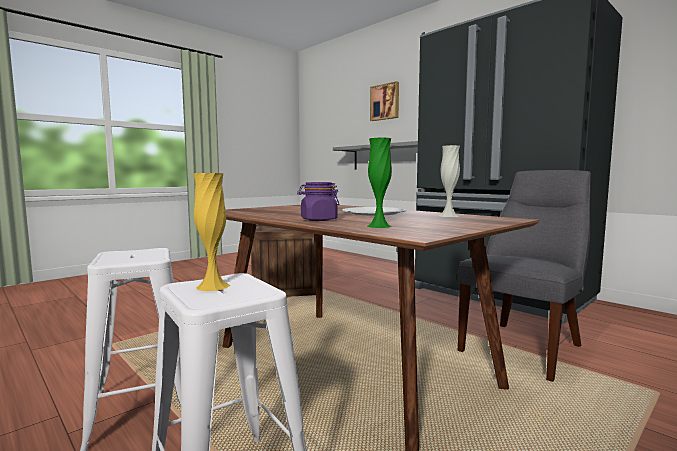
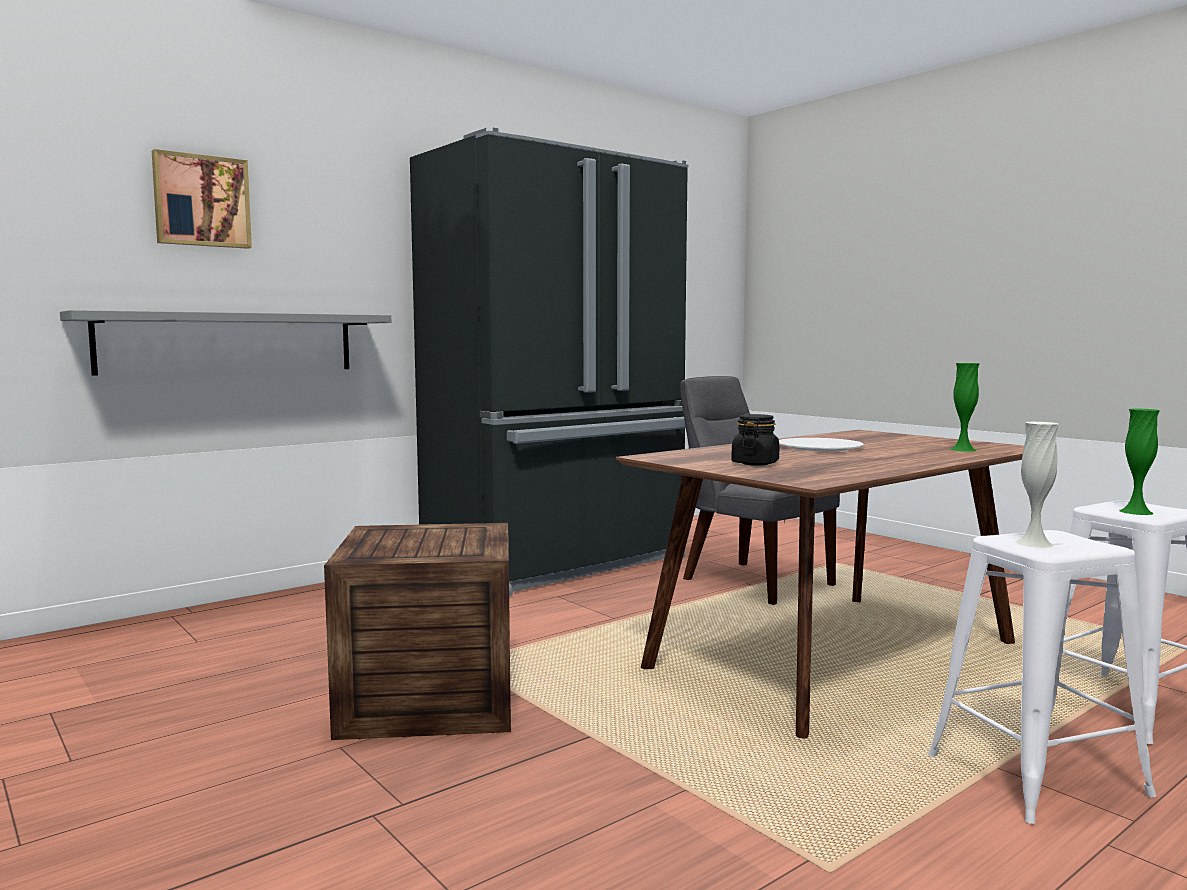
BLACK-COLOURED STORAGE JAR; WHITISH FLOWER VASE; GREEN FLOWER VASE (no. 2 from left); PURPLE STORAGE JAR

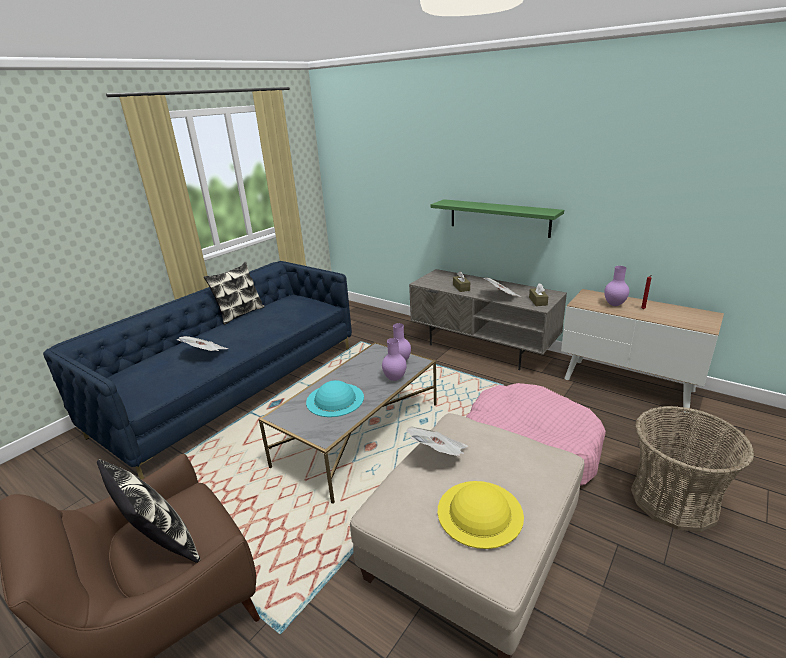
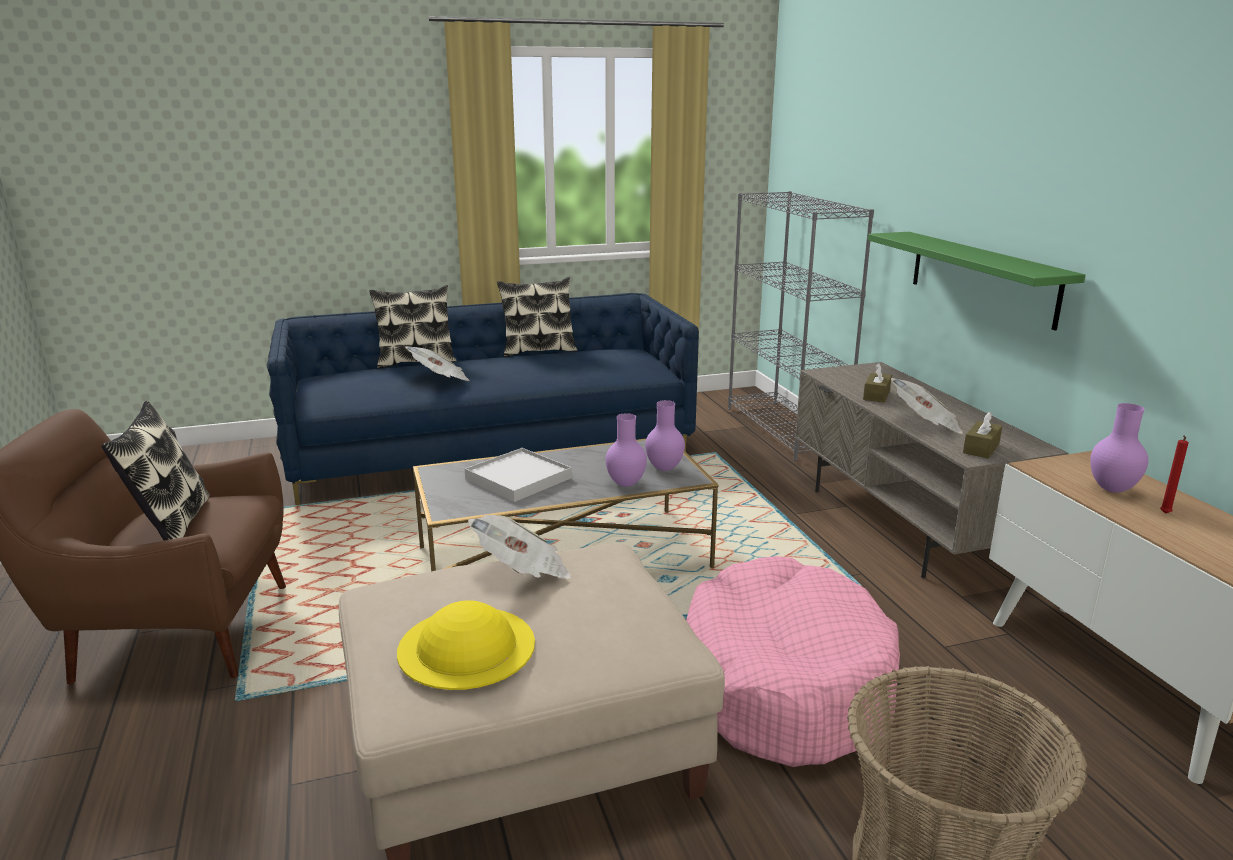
PILLOW (no. 2 from left); WHITISH TRAY; GREYISH SHELVING UNIT

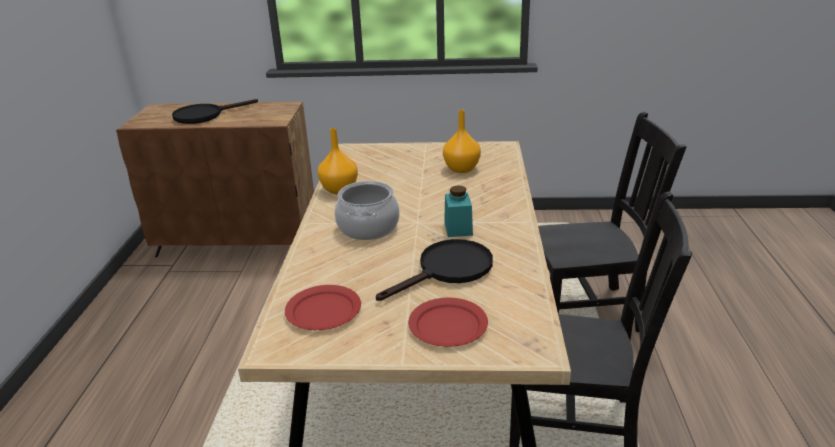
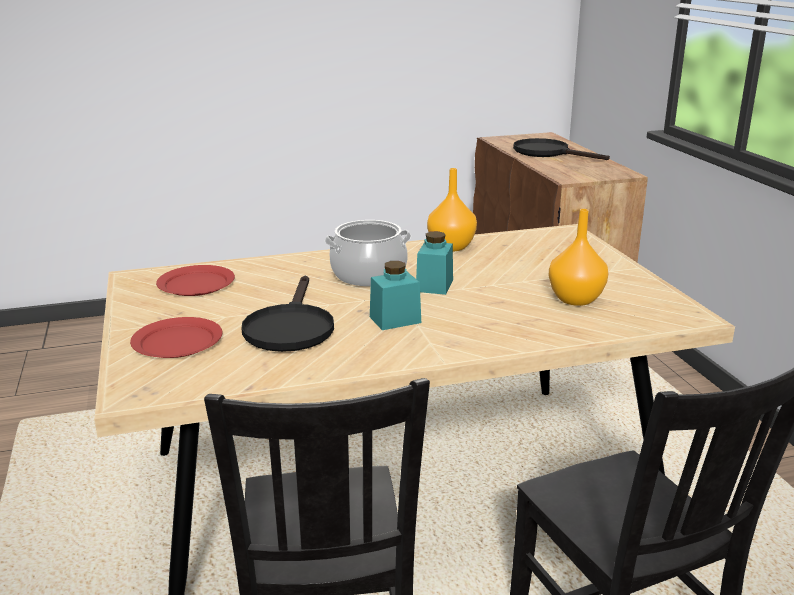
BLACK-COLOURED SKILLET (no. 1 from left); TURQUOISE-COLOURED STORAGE JAR (no. 2 from left)

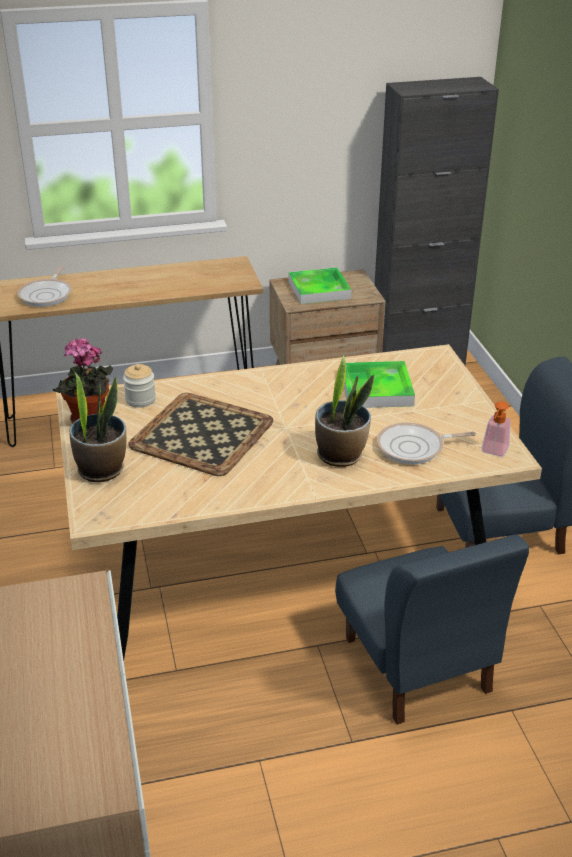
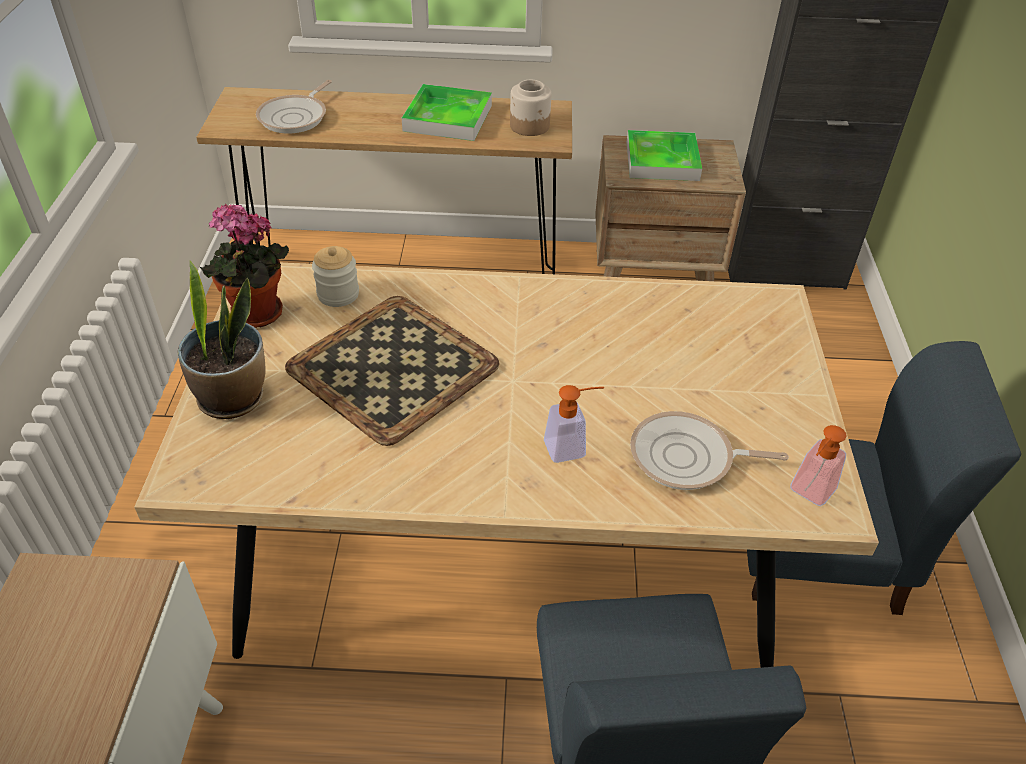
TRAY (no. 2 from left); STORAGE JAR (no. 2 from left); SOAP DISPENSER (no. 1 from left)

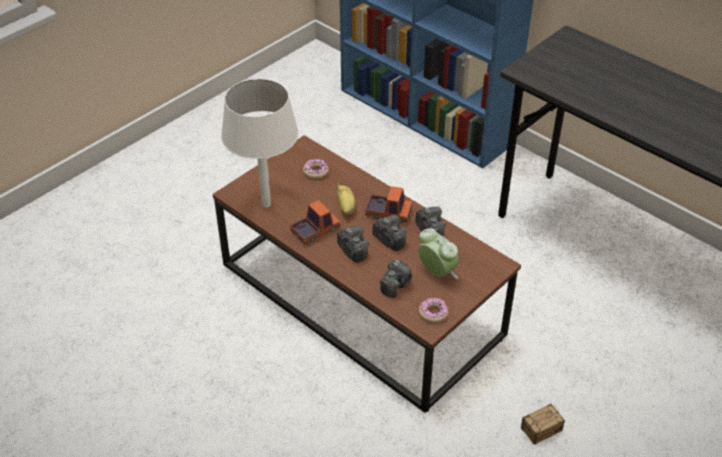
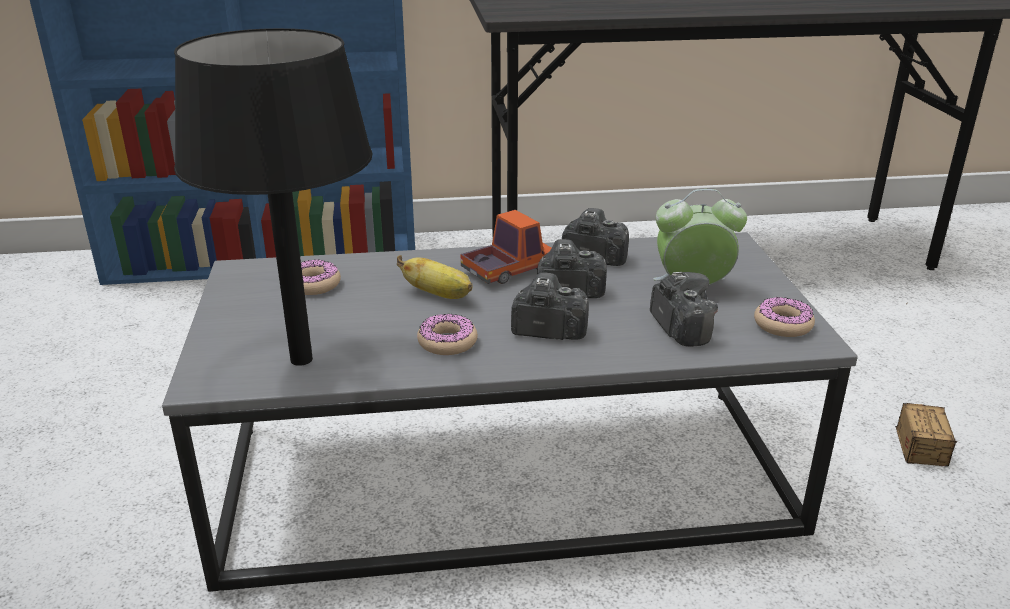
GREYISH COFFEE TABLE; BLACK-COLOURED TABLETOP LAMP; DOUGHNUT (no. 2 from left)

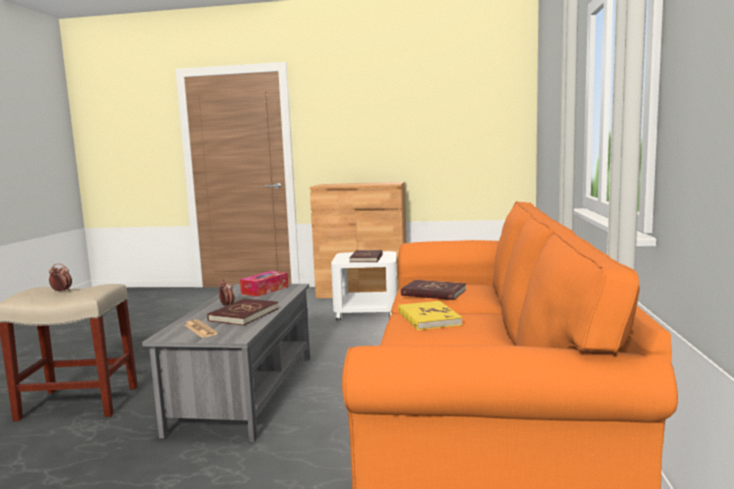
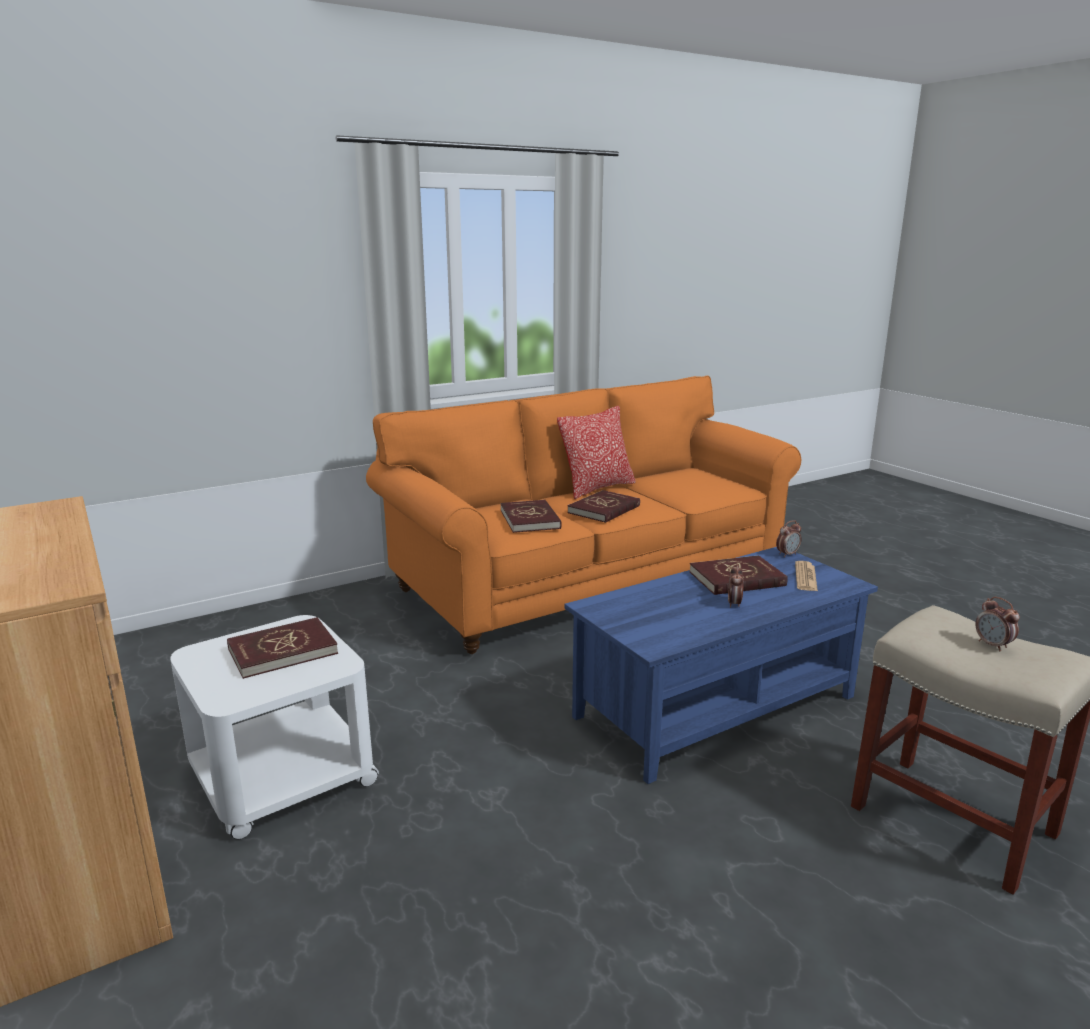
PILLOW; BLUISH COFFEE TABLE; REDDISH BOOK (no. 3 from left); BEDSIDE CLOCK (no. 2 from left); BOX OF TISSUES

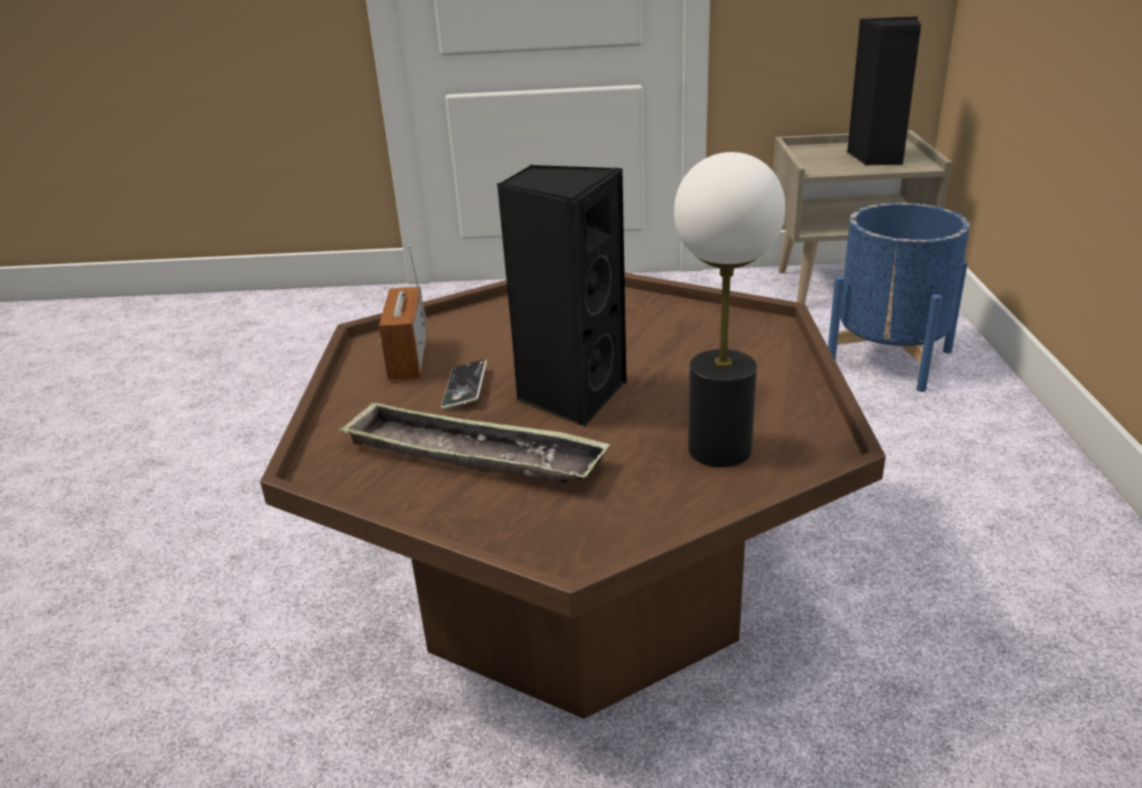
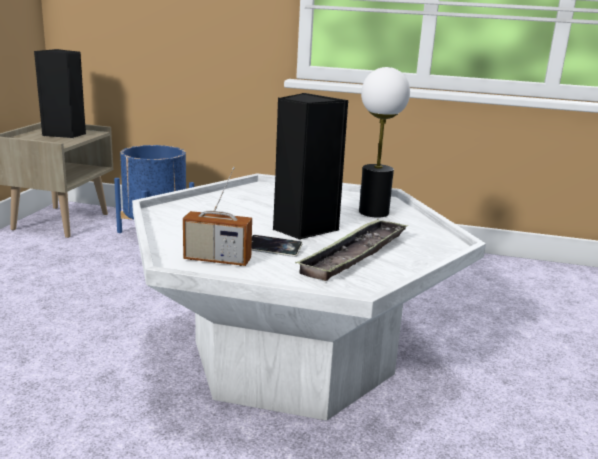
WHITISH COFFEE TABLE

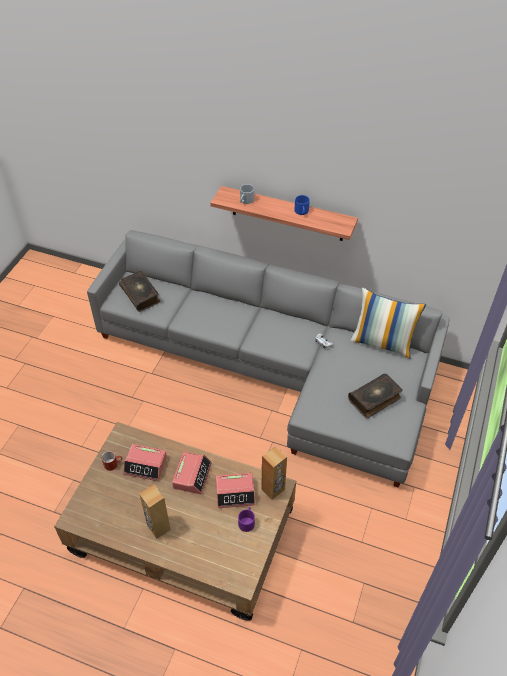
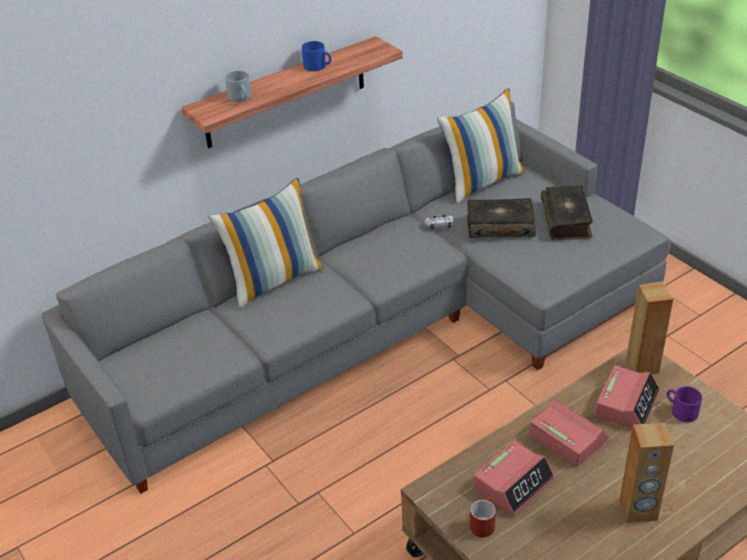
PILLOW (no. 1 from left); BOOK (no. 1 from left)

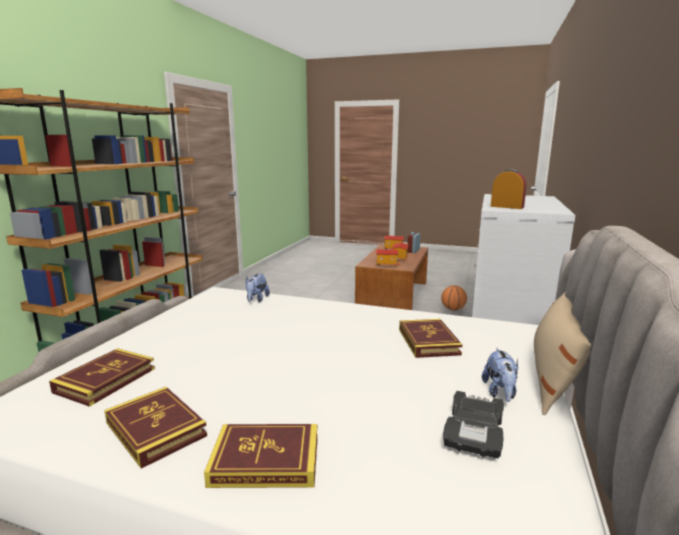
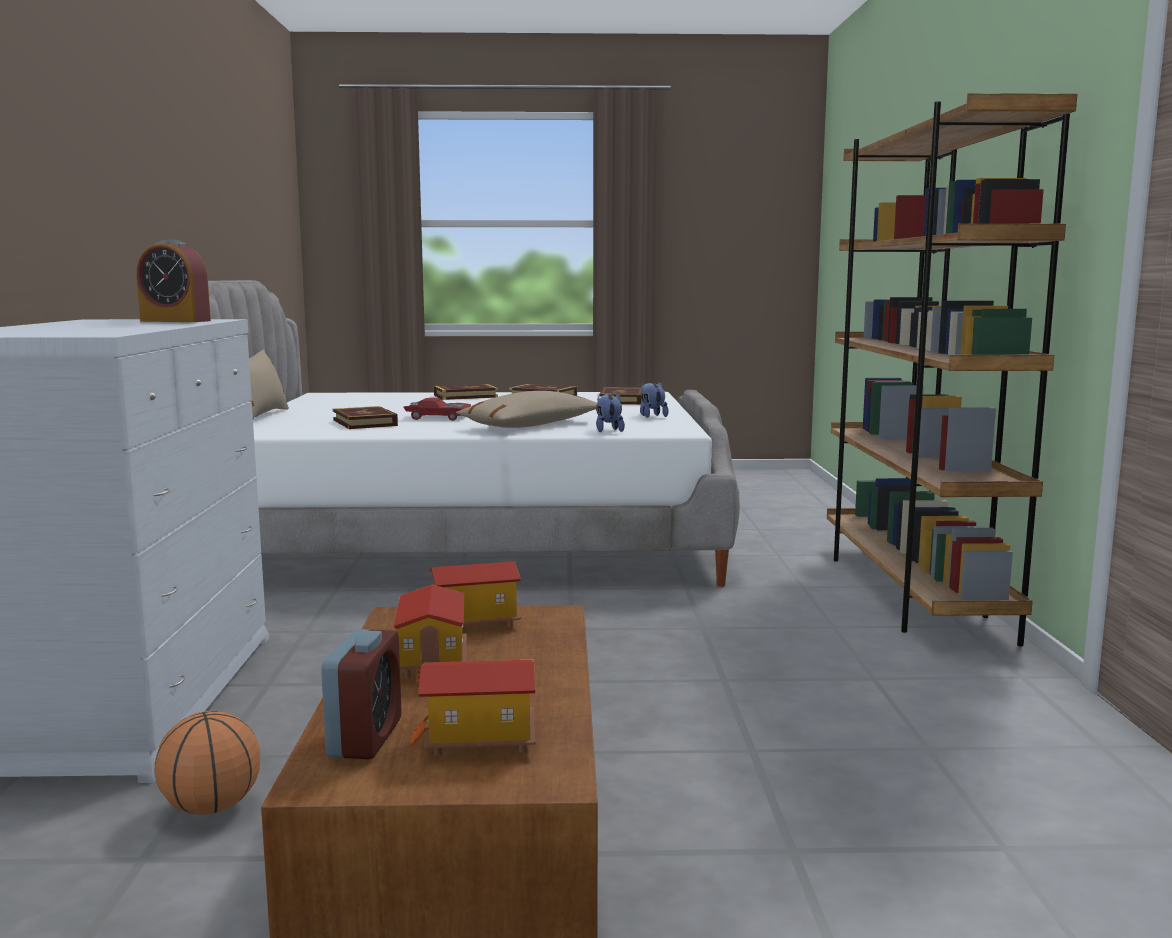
REDDISH TOY CAR; BEIGE PILLOW (no. 2 from left); PLUSH TOY (no. 2 from left); BLACK-COLOURED TOY CAR

